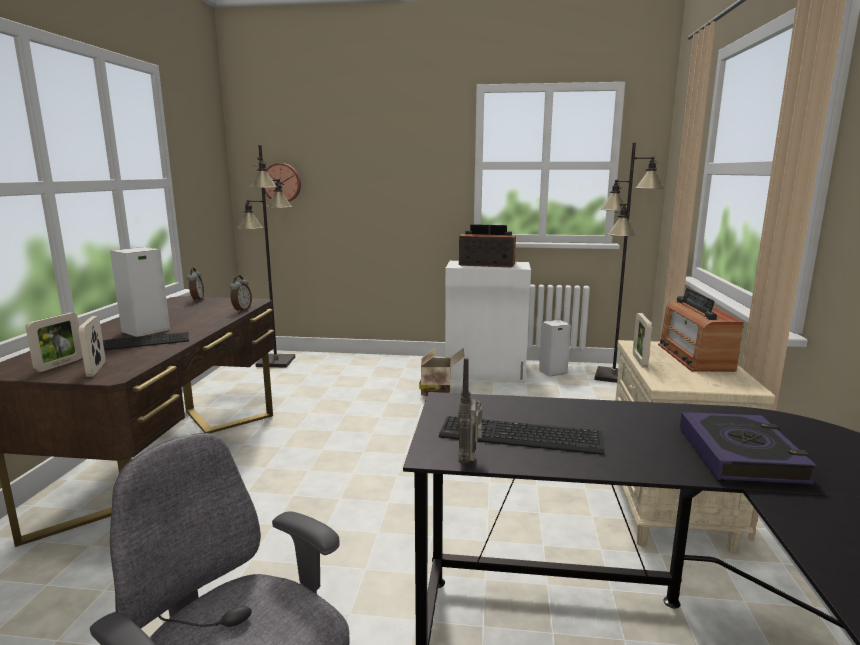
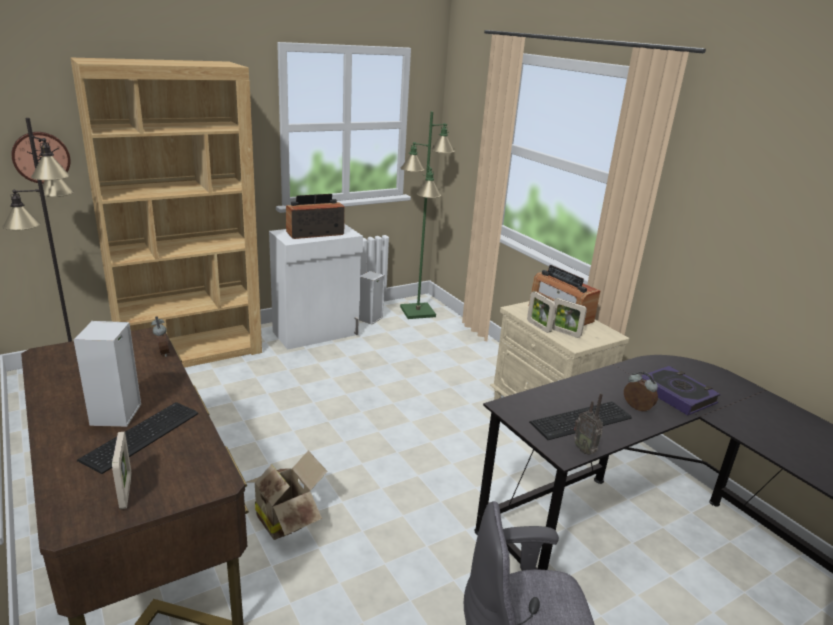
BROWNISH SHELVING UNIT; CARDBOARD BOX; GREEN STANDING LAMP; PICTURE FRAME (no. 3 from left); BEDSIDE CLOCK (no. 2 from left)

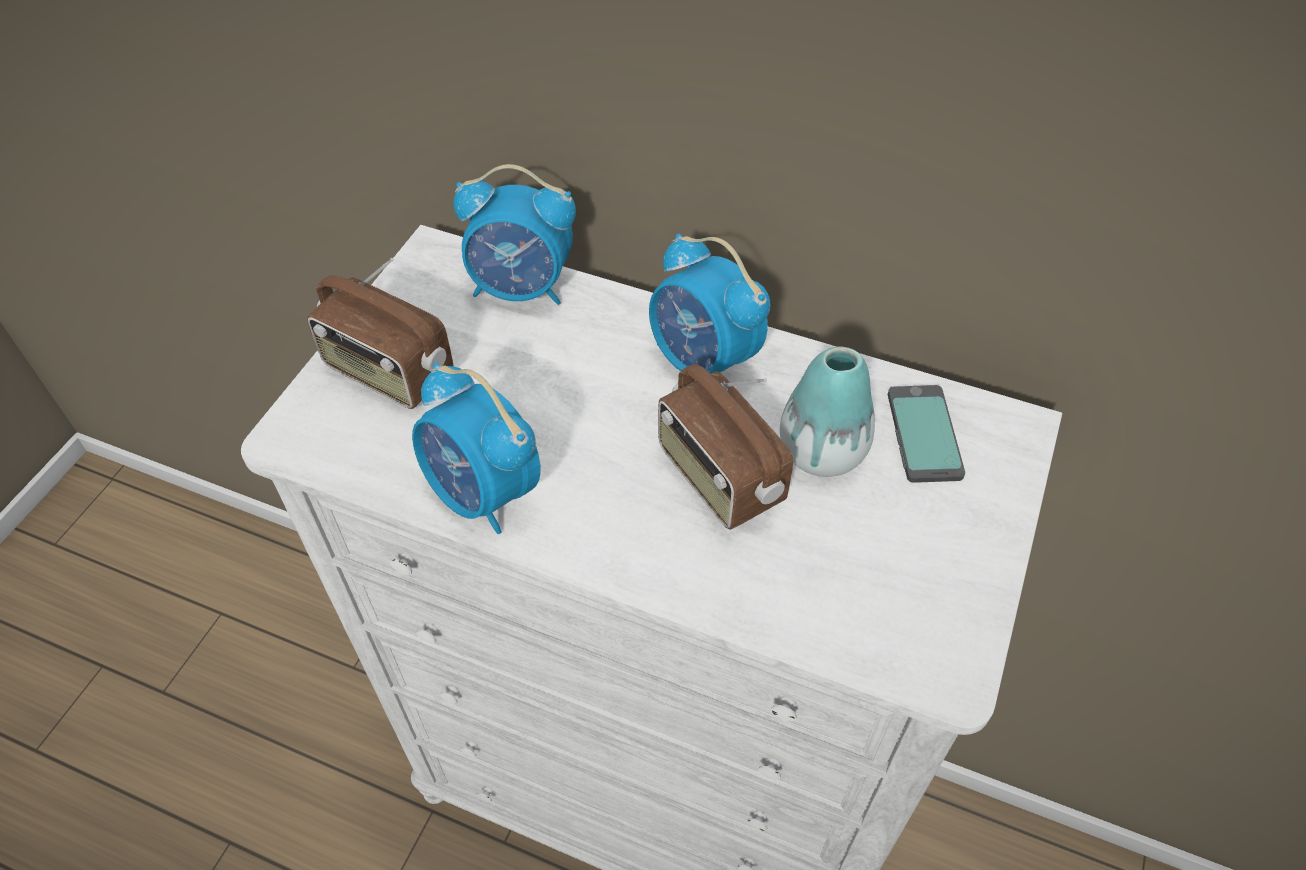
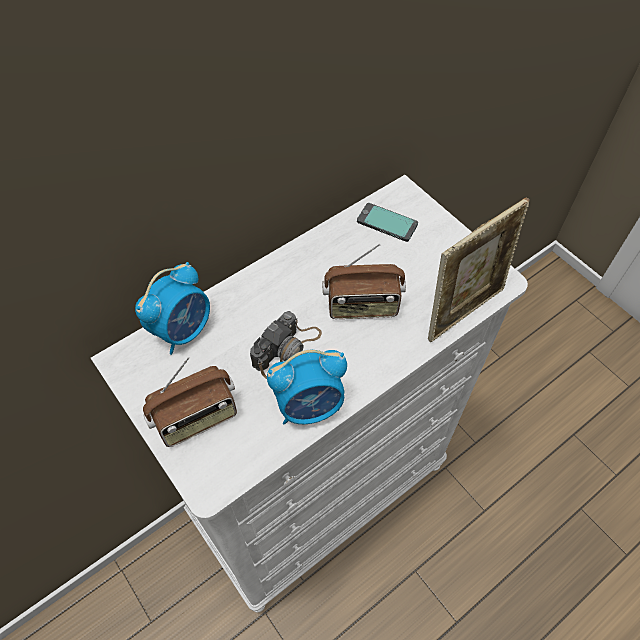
PHOTO CAMERA; PICTURE FRAME; BEDSIDE CLOCK (no. 3 from left in the first image); FLOWER VASE

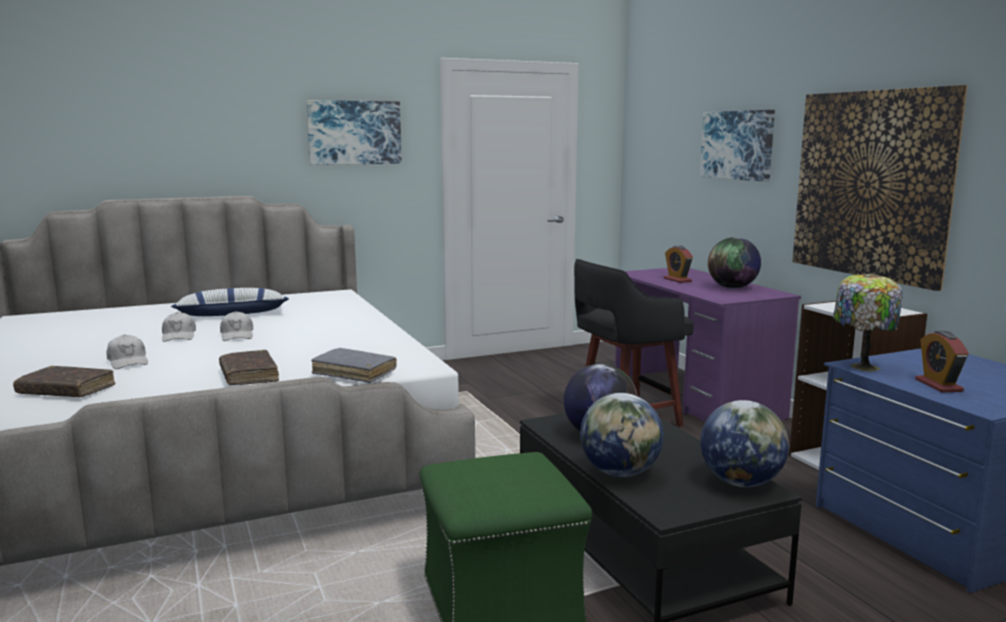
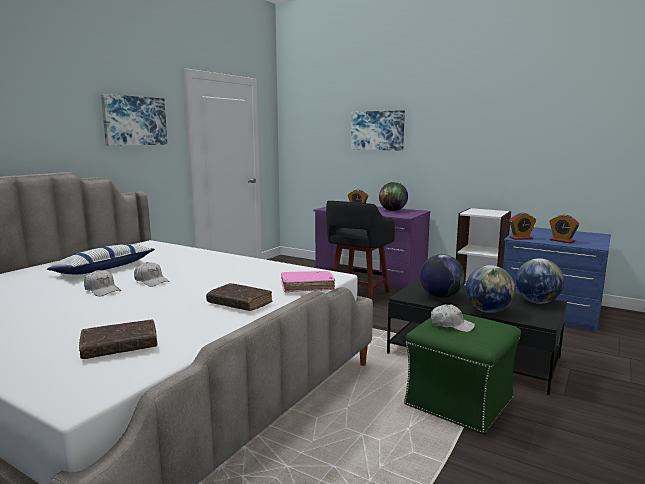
PINK-COLOURED BOOK; WHITISH BASEBALL CAP (no. 3 from left); BEDSIDE CLOCK (no. 2 from left); PICTURE (no. 3 from left in the first image)

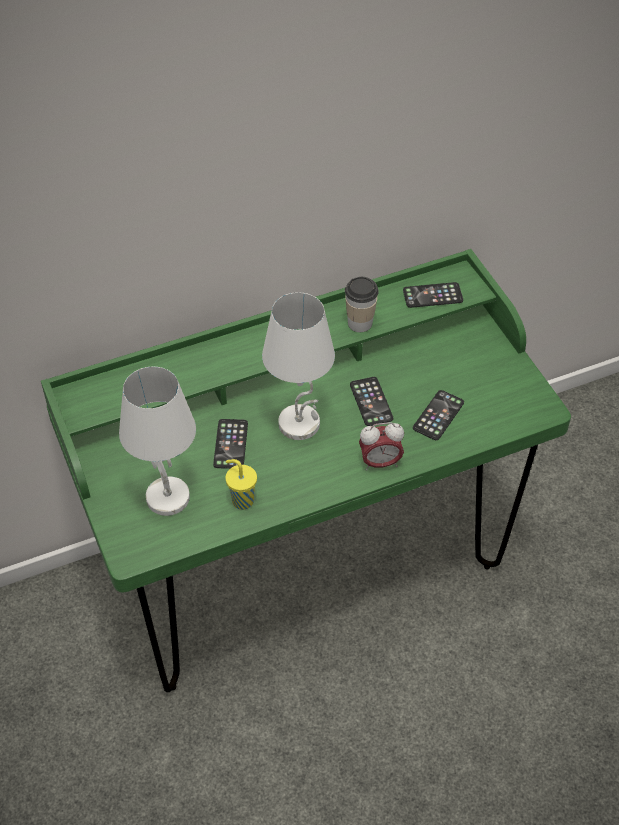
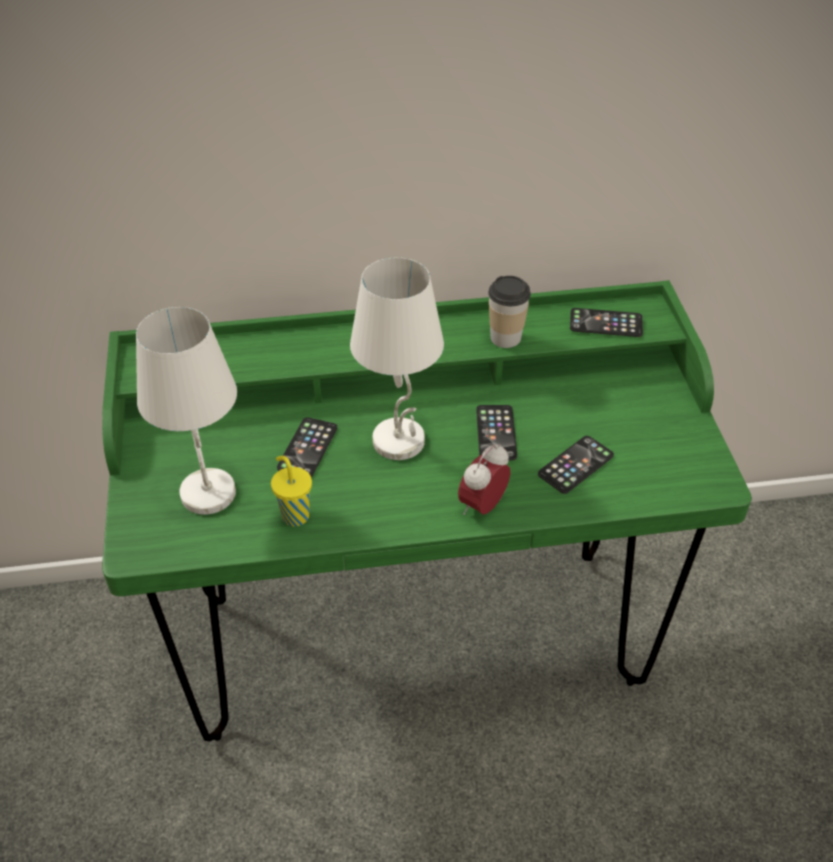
BEDSIDE CLOCK

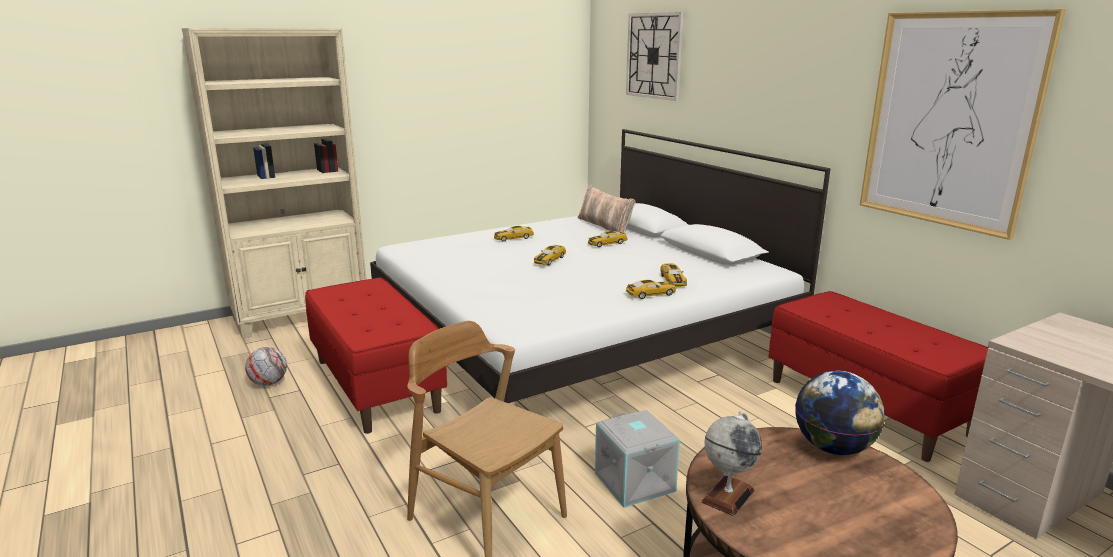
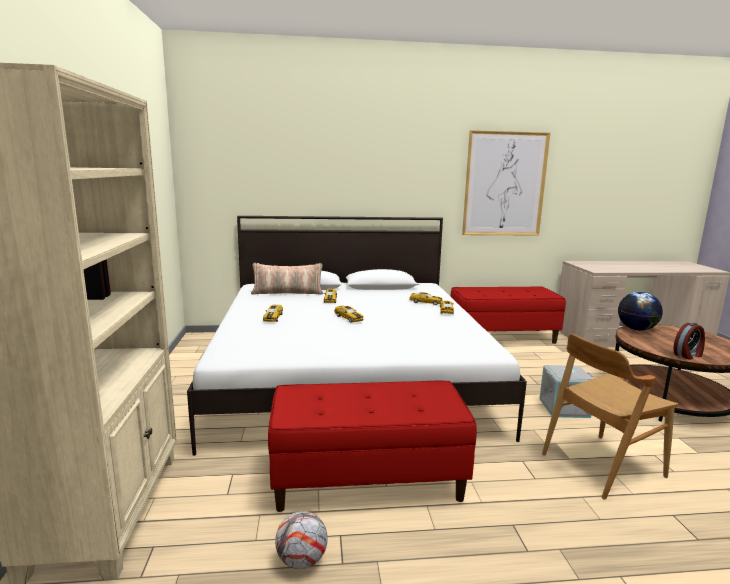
BEDSIDE CLOCK; WALL CLOCK

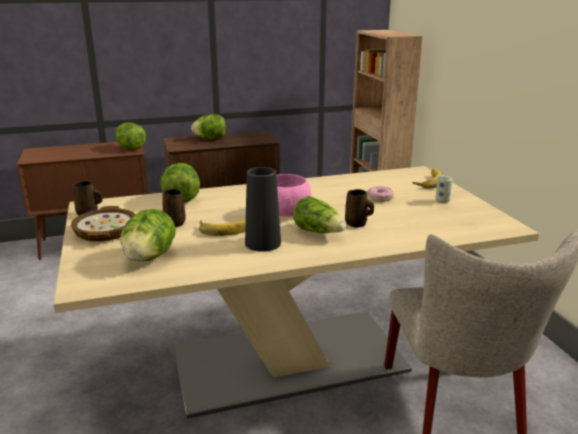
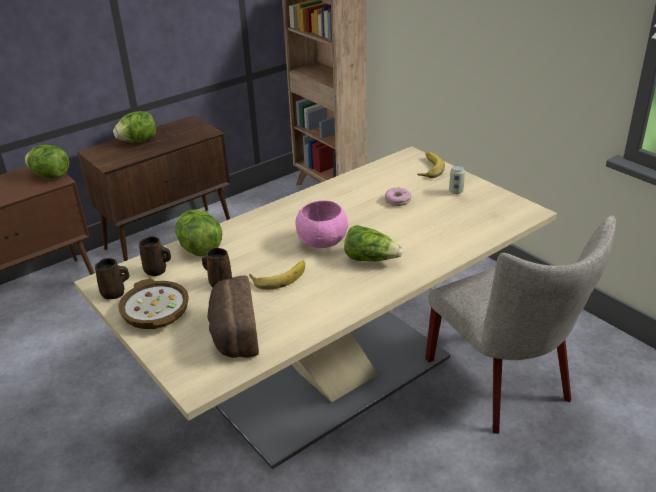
BROWNISH COFFEE MUG (no. 2 from left); BAKERY BREAD; BLACK-COLOURED FLOWER VASE

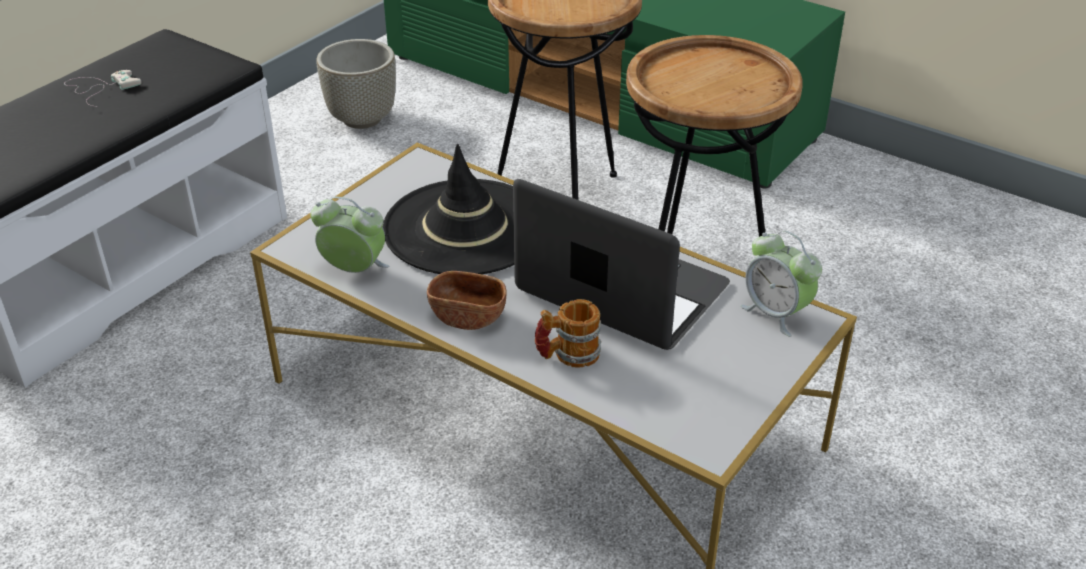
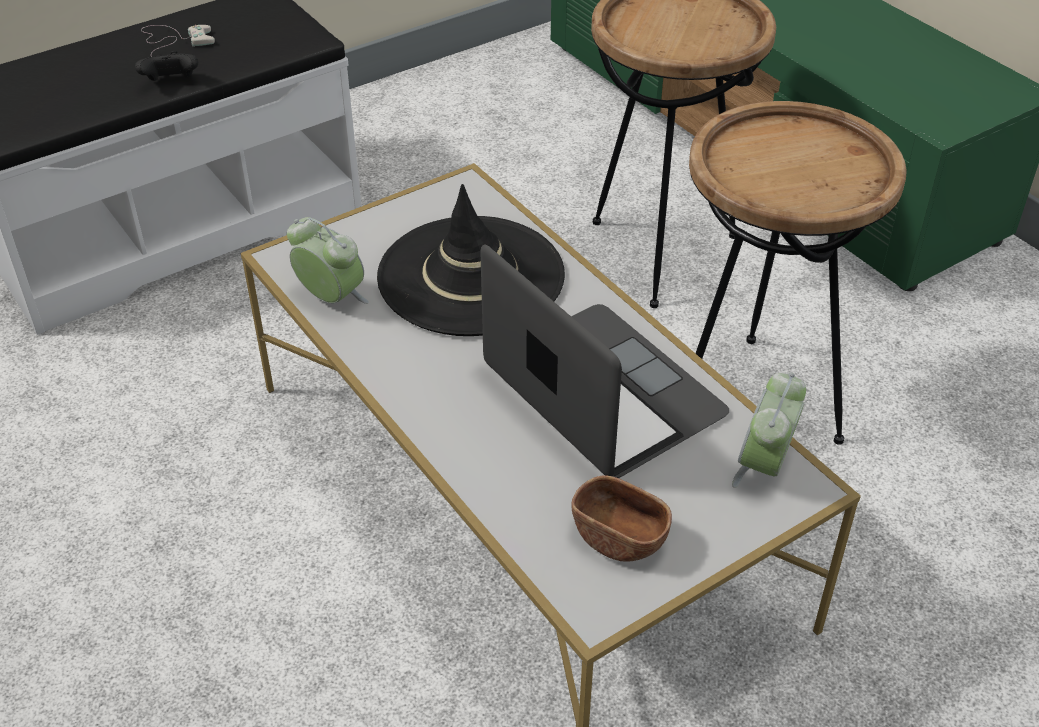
BLACK-COLOURED GAMEPAD; BROWNISH DEEP DISH; BEDSIDE CLOCK (no. 2 from left); GREYISH FLOWER POT; COFFEE MUG

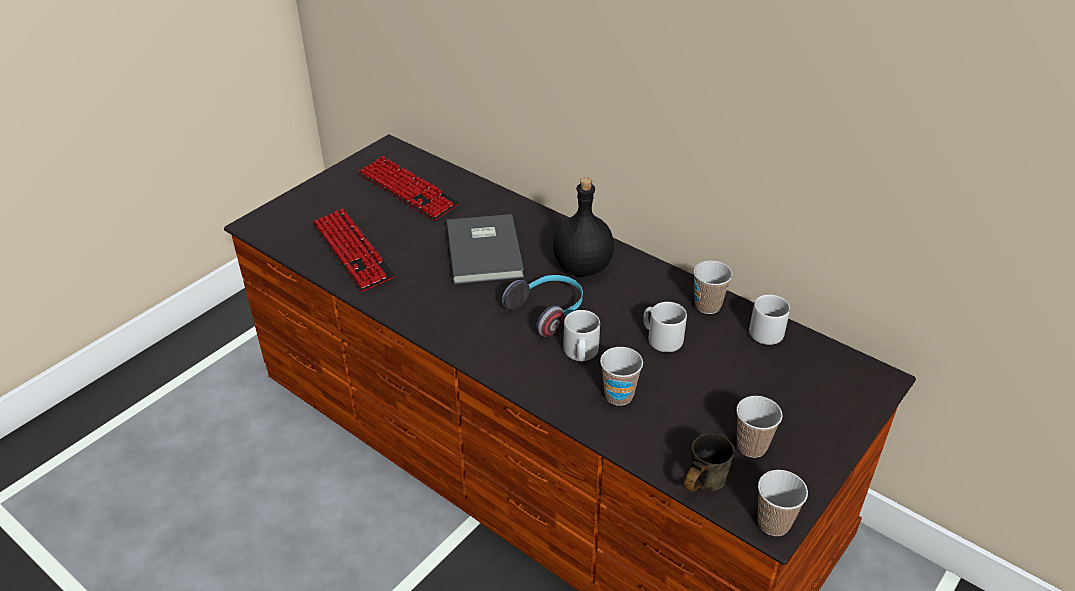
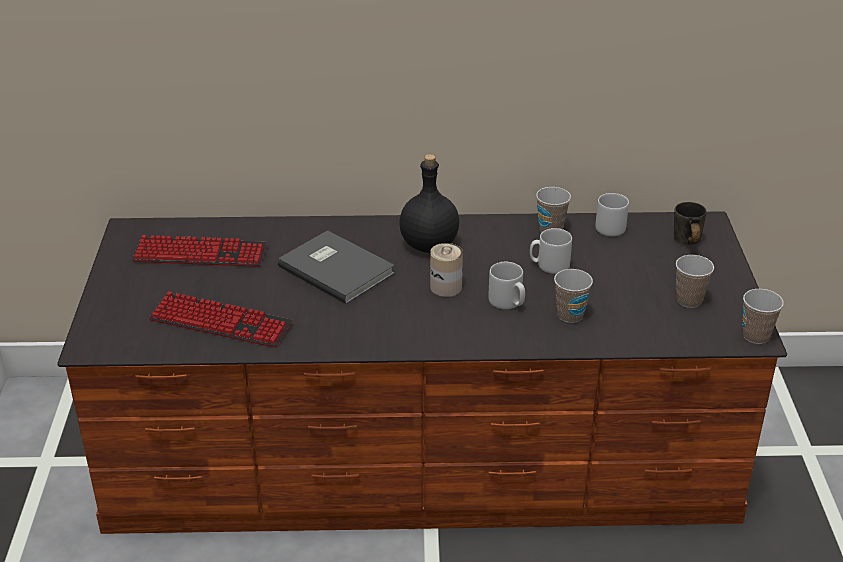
SEALED CAN; GREYISH COFFEE MUG (no. 4 from left)

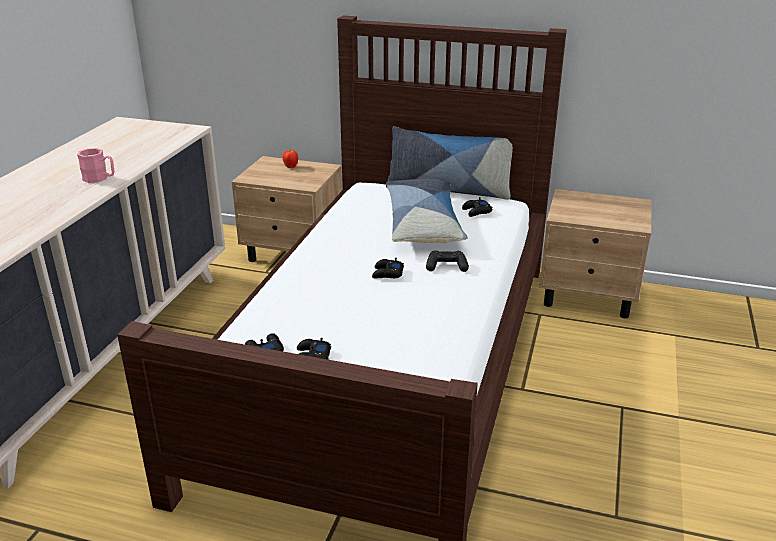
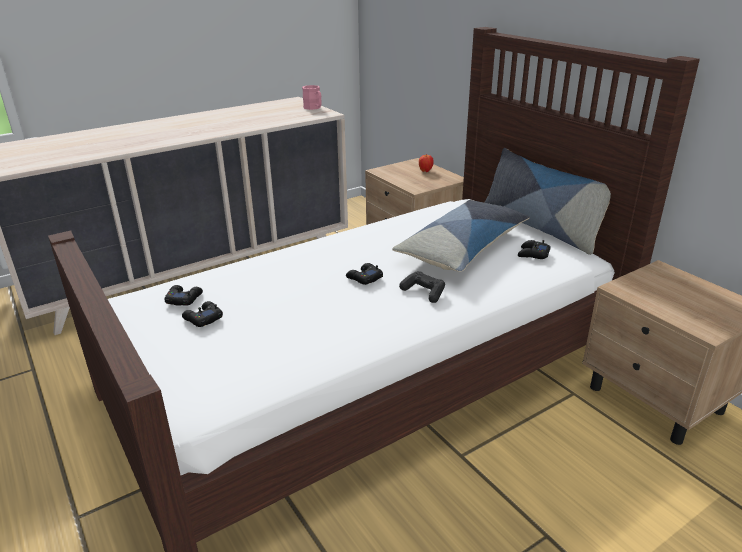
PINK-COLOURED COFFEE MUG

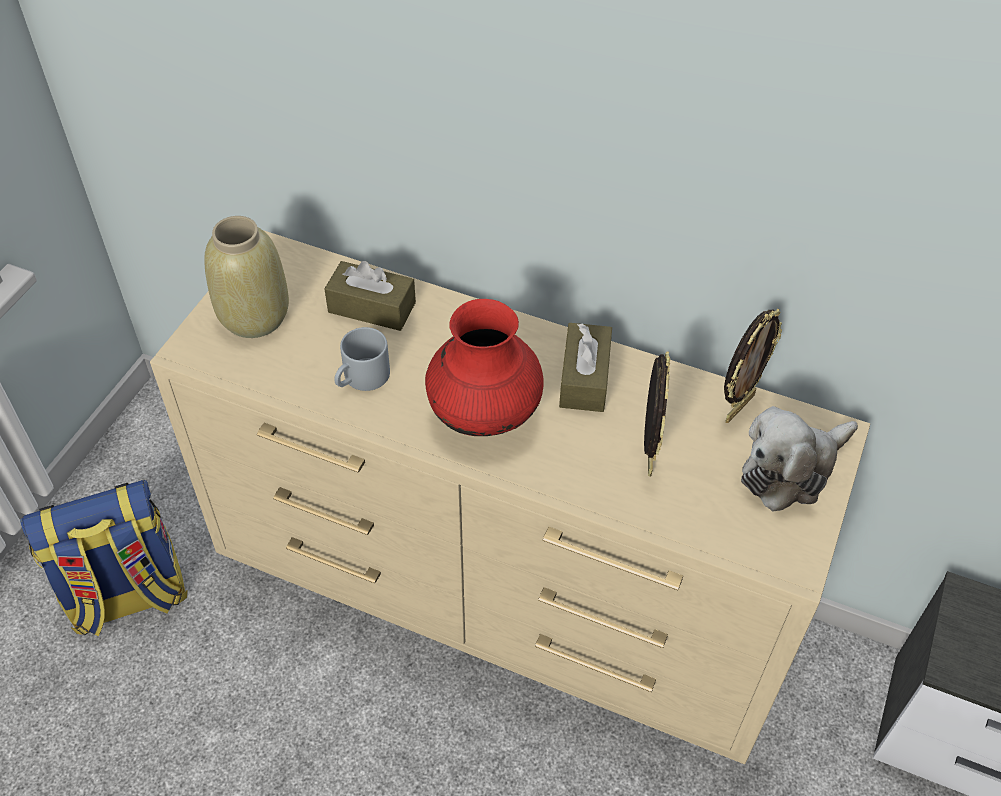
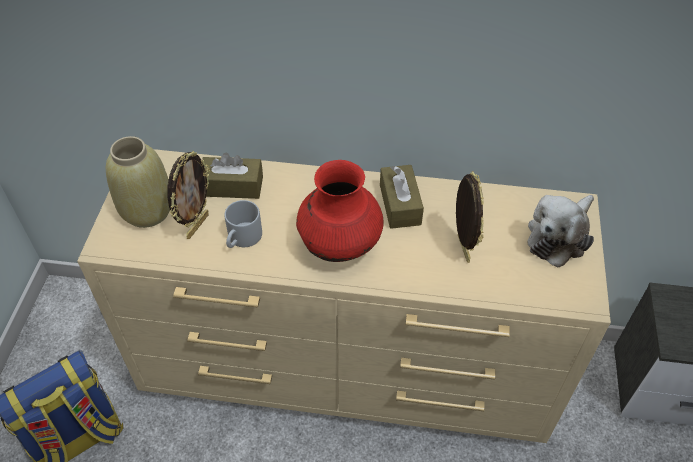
PICTURE FRAME (no. 1 from left)

